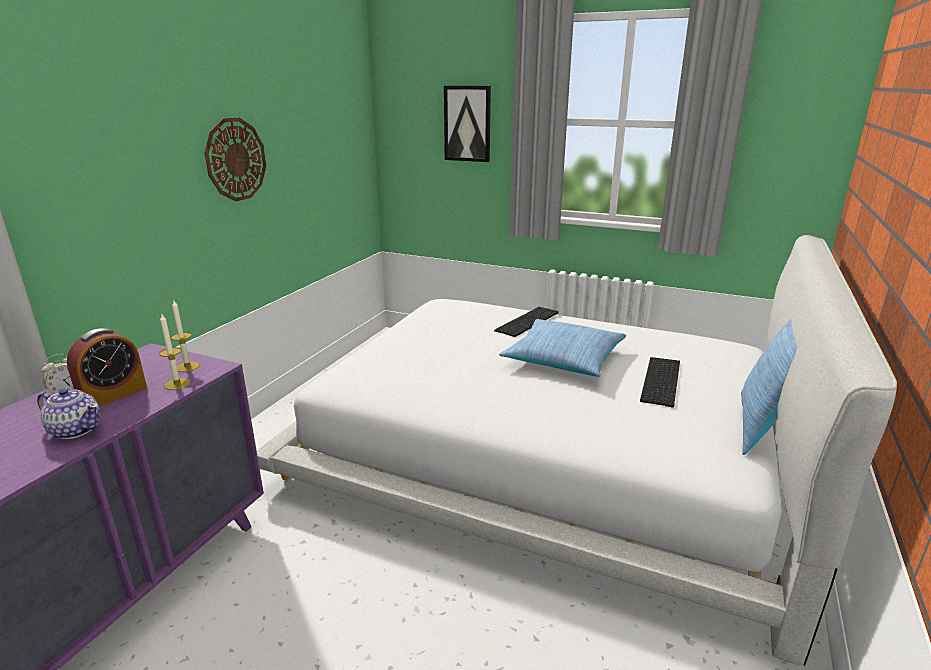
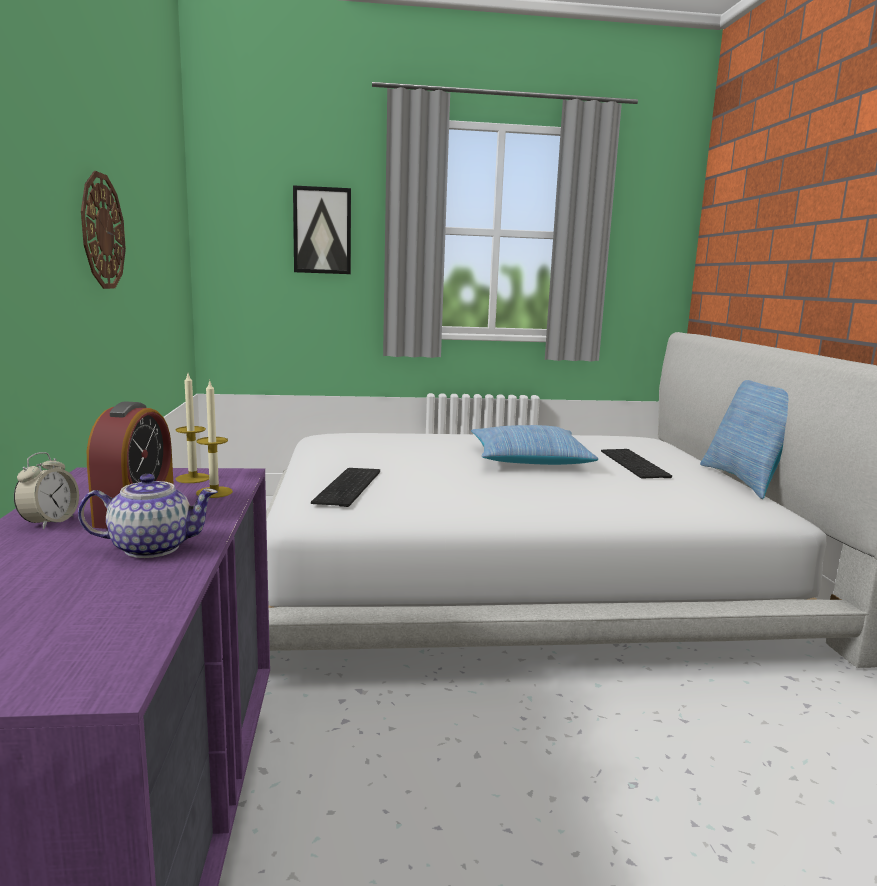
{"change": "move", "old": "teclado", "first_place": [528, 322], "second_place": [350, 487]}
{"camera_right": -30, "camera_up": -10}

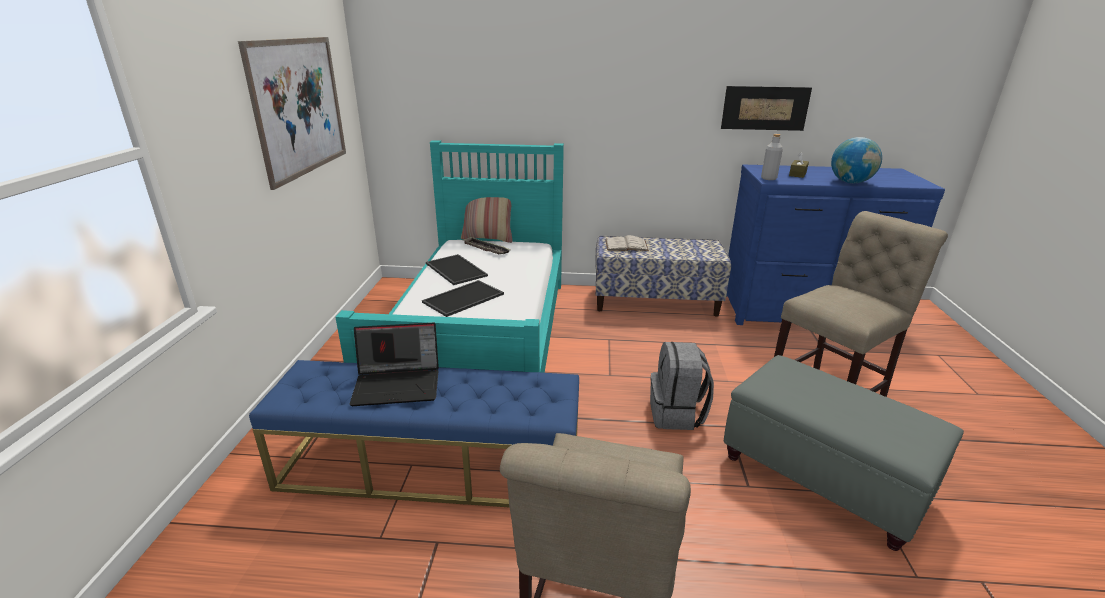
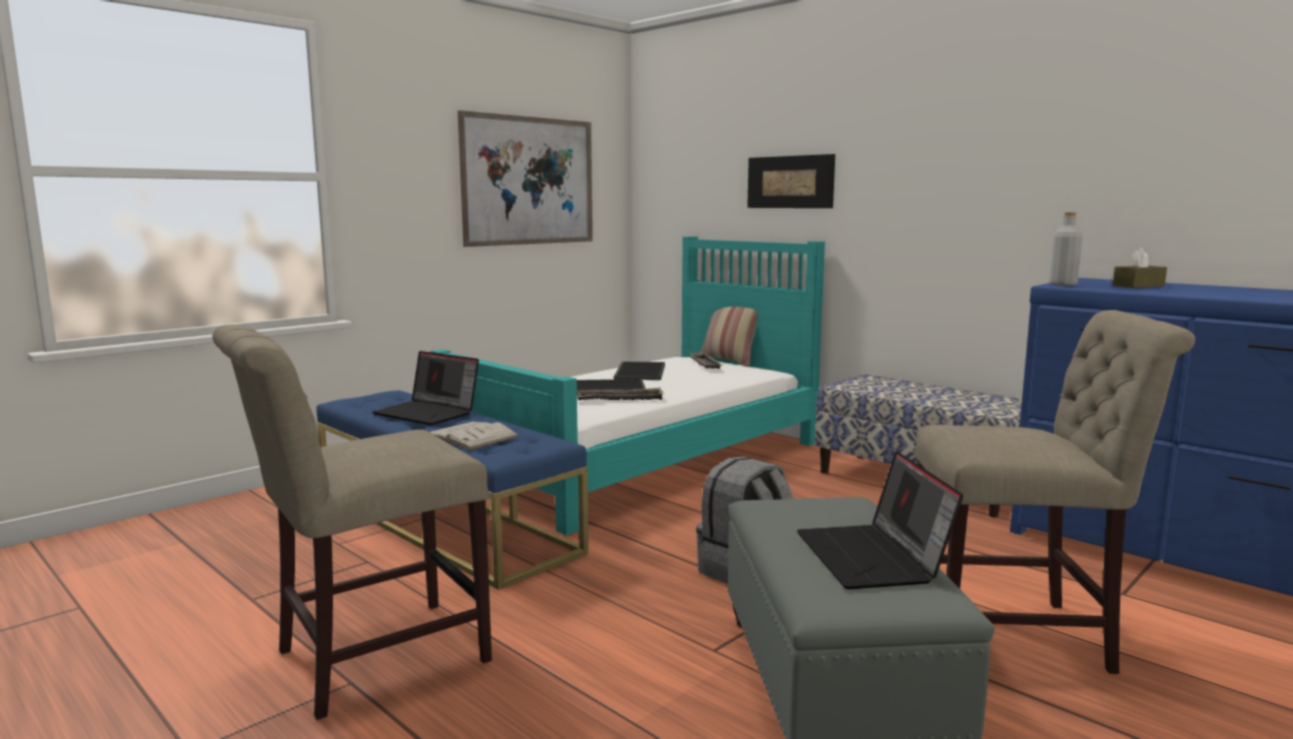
{"change": "move", "old": "cuadro", "first_place": [765, 108], "second_place": [790, 182]}
{"change": "delete", "old": "globo terráqueo", "first_place": [850, 182]}
{"change": "move", "old": "libro [blanco]", "first_place": [626, 245], "second_place": [471, 436]}
{"change": "insert", "new": "bandeja", "second_place": [619, 399]}
{"change": "insert", "new": "portátil", "second_place": [873, 558]}
{"camera_right": 40, "camera_up": -15}

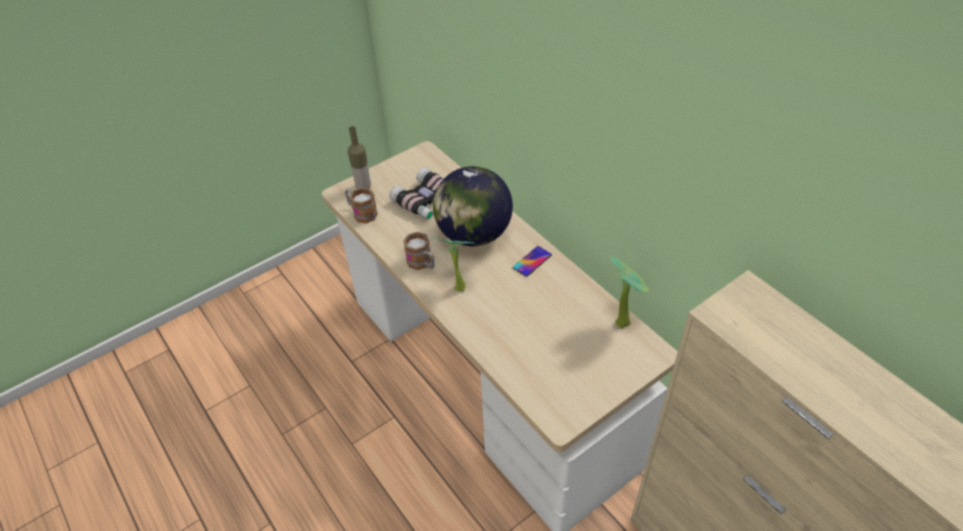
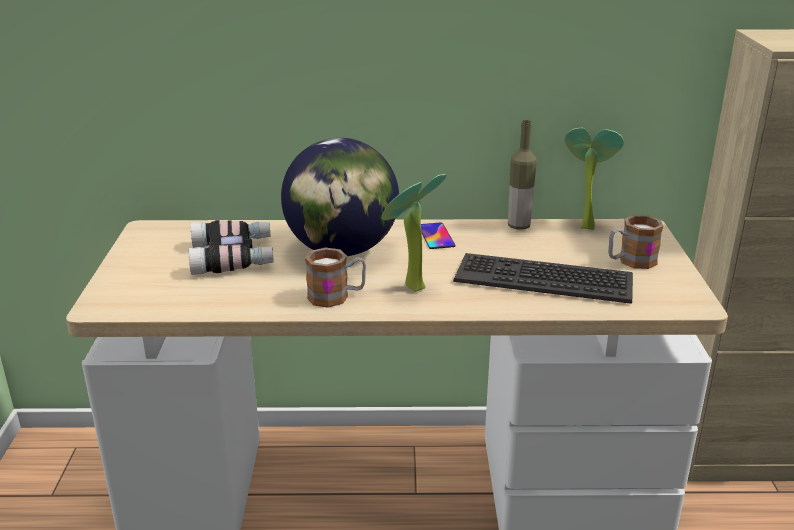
{"change": "move", "old": "botella", "first_place": [363, 186], "second_place": [518, 226]}
{"change": "move", "old": "taza grande", "first_place": [361, 213], "second_place": [630, 261]}
{"change": "insert", "new": "teclado", "second_place": [543, 279]}
{"camera_right": -55, "camera_up": -20}

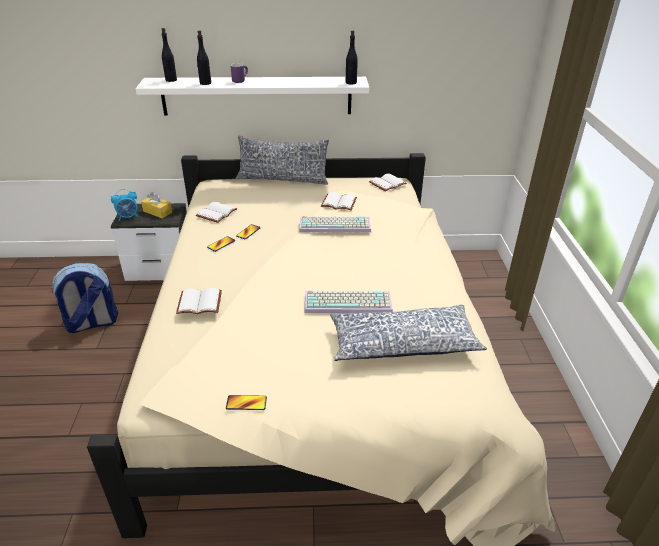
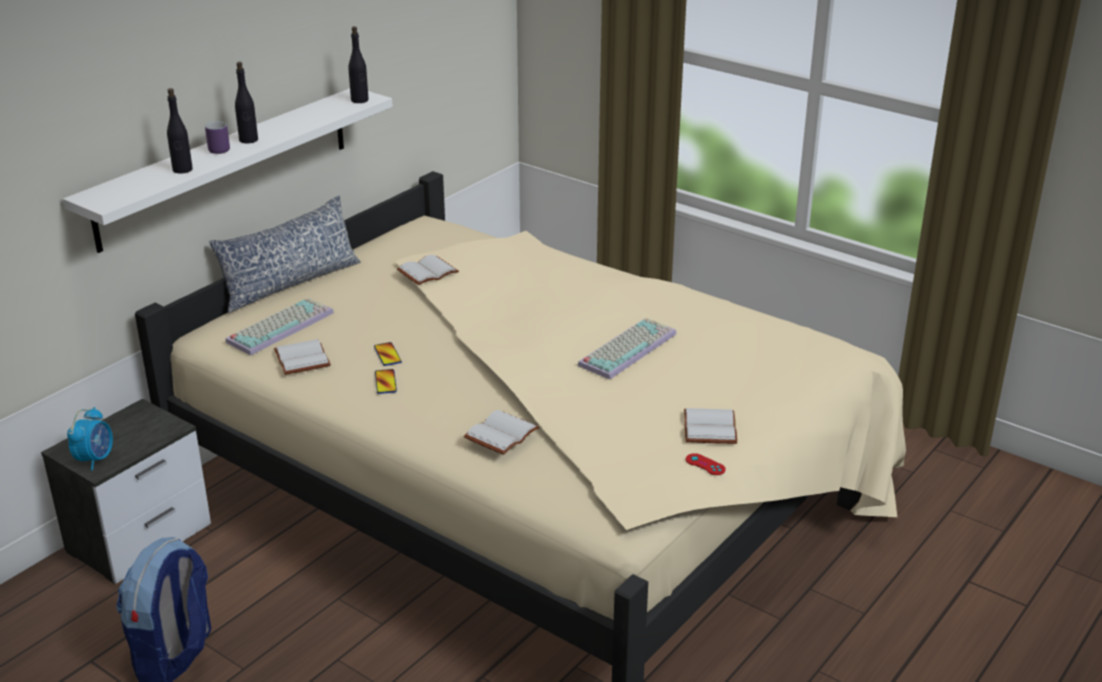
{"change": "move", "old": "botella [negro]", "first_place": [171, 80], "second_place": [248, 140]}
{"change": "move", "old": "libro [blanco]", "first_place": [388, 184], "second_place": [711, 428]}
{"change": "delete", "old": "caja de pañuelos [amarillo]", "first_place": [157, 212]}
{"change": "move", "old": "teclado", "first_place": [336, 224], "second_place": [280, 326]}
{"change": "delete", "old": "cojín", "first_place": [402, 343]}
{"change": "replace", "old": "móvil", "new": "mando de consola [rojo]", "first_place": [246, 403], "second_place": [705, 464]}
{"camera_right": -50, "camera_up": -5}

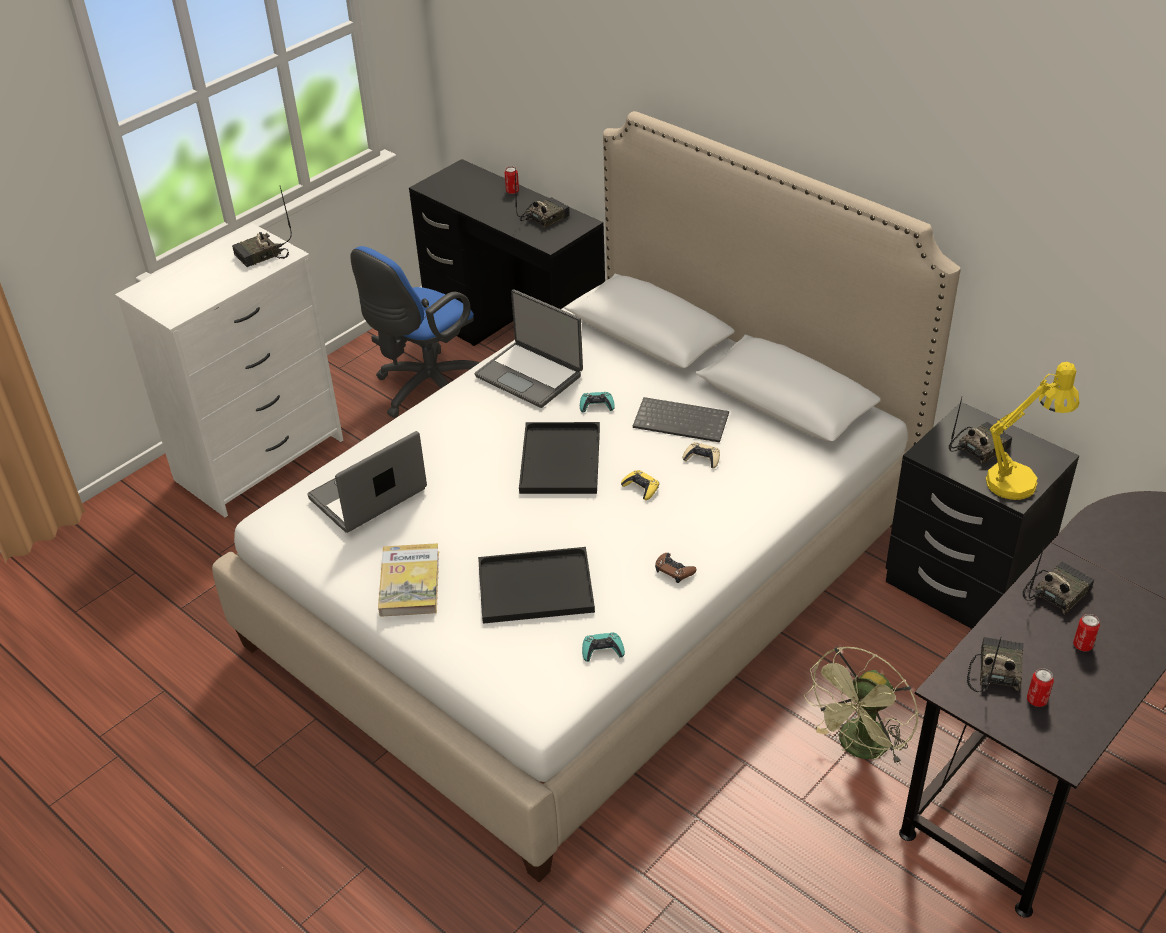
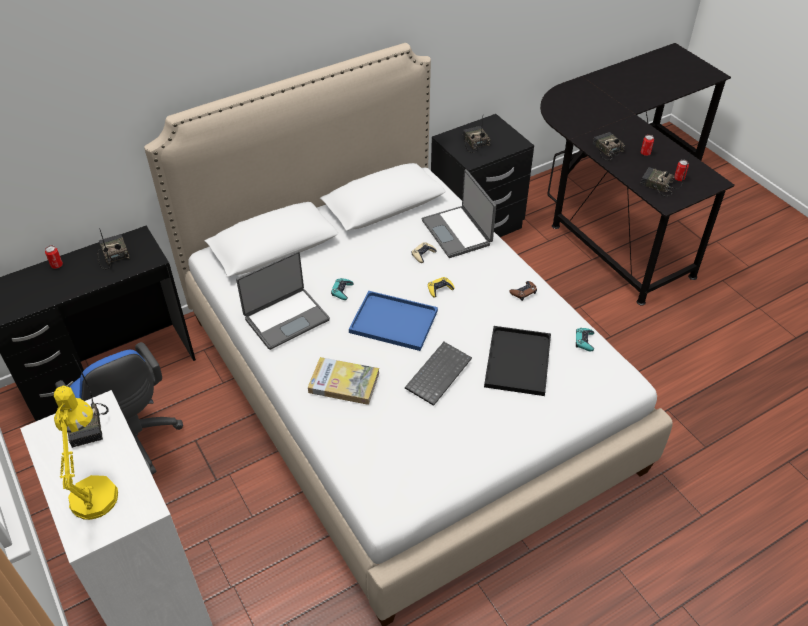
{"change": "move", "old": "lámpara de mesa [amarillo]", "first_place": [1020, 479], "second_place": [95, 489]}
{"change": "move", "old": "teclado", "first_place": [682, 421], "second_place": [438, 373]}
{"change": "recolor", "old": "bandeja [negro]", "new": "bandeja [azul]", "first_place": [559, 458], "second_place": [391, 322]}
{"change": "move", "old": "portátil", "first_place": [369, 495], "second_place": [457, 232]}
{"change": "move", "old": "libro", "first_place": [410, 583], "second_place": [344, 383]}
{"change": "delete", "old": "ventilador [verde]", "first_place": [860, 749]}
{"camera_right": -75, "camera_up": 5}

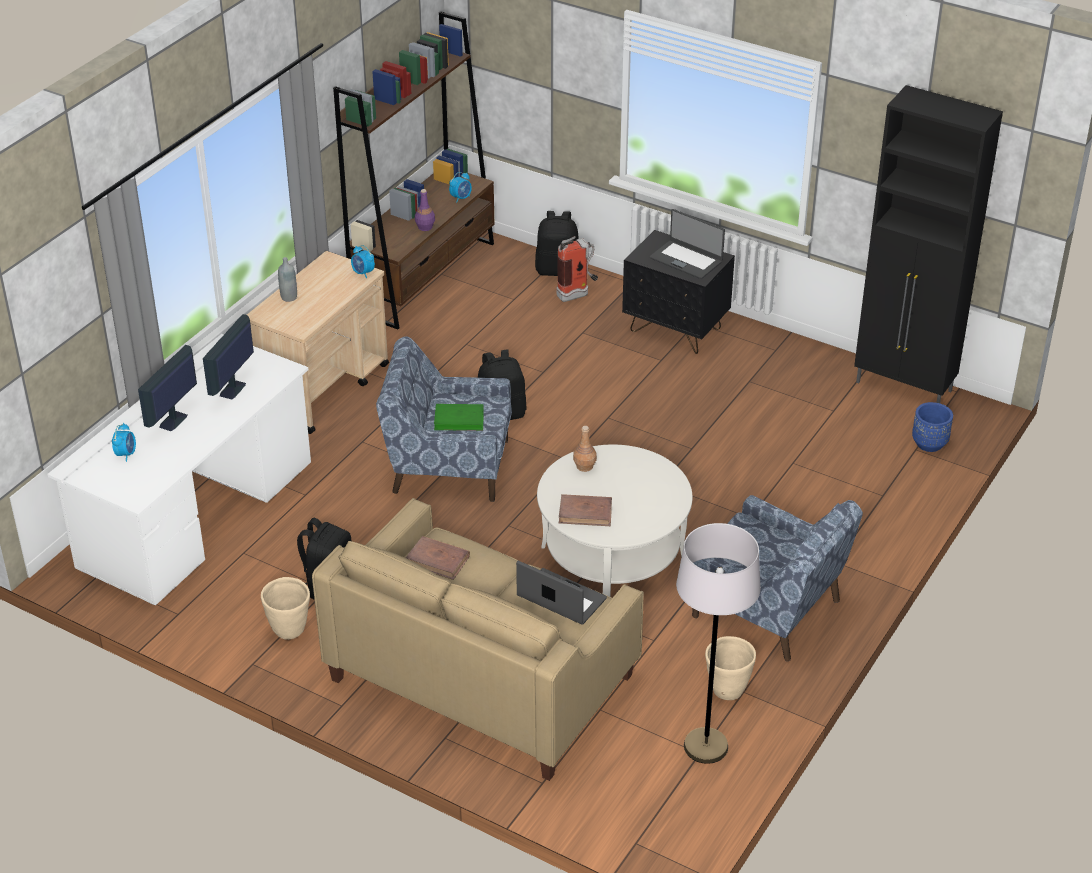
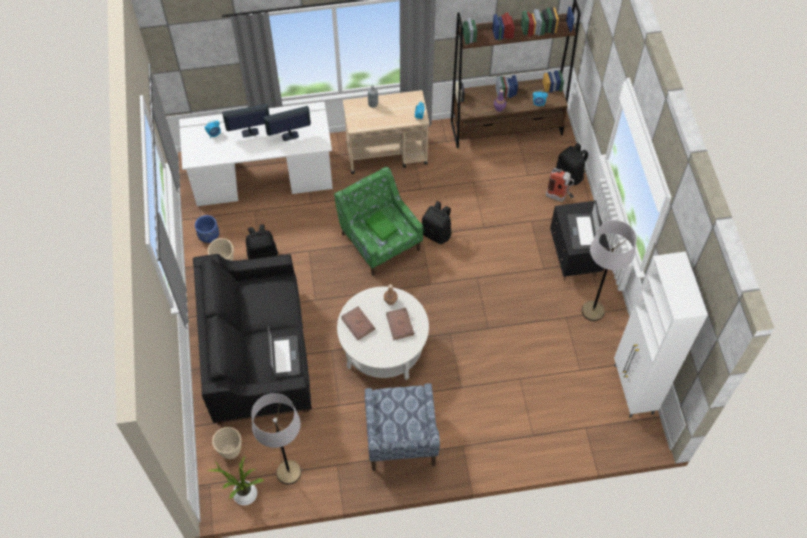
{"change": "recolor", "old": "armario [negro]", "new": "armario [blanco]", "first_place": [904, 387], "second_place": [633, 390]}
{"change": "recolor", "old": "sillón [azul]", "new": "sillón [verde]", "first_place": [448, 466], "second_place": [380, 240]}
{"change": "move", "old": "maceta [azul]", "first_place": [929, 444], "second_place": [209, 236]}
{"change": "recolor", "old": "sofá [beis]", "new": "sofá [negro]", "first_place": [482, 677], "second_place": [257, 354]}
{"change": "move", "old": "libro [marrón]", "first_place": [438, 560], "second_place": [399, 325]}
{"change": "move", "old": "maceta [beis]", "first_place": [727, 690], "second_place": [230, 451]}
{"change": "insert", "new": "lámpara de pie [gris]", "second_place": [593, 311]}
{"change": "insert", "new": "planta en maceta", "second_place": [243, 494]}
{"camera_right": 50, "camera_up": 20}

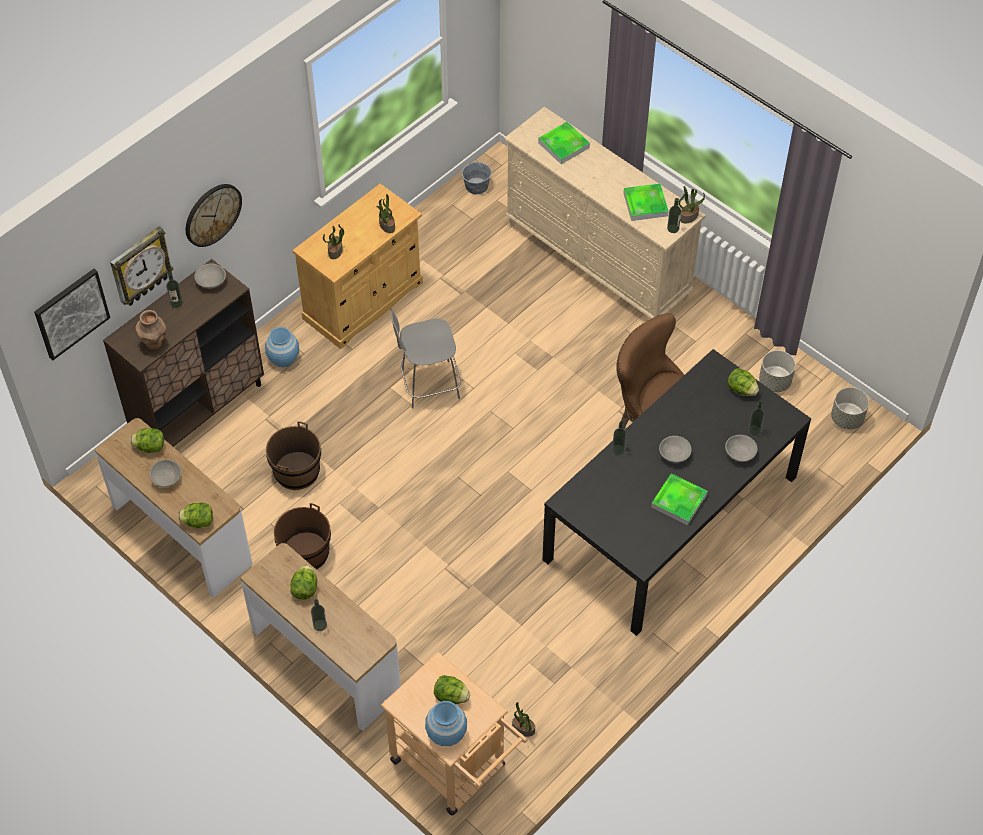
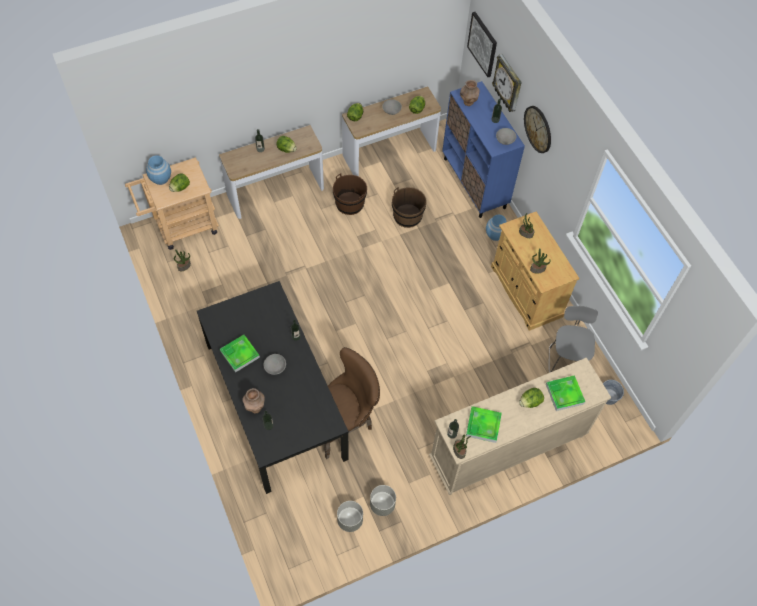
{"change": "recolor", "old": "armario [marrón]", "new": "armario [azul]", "first_place": [199, 409], "second_place": [474, 183]}
{"change": "move", "old": "taburete [gris]", "first_place": [428, 384], "second_place": [565, 365]}
{"change": "move", "old": "lechuga", "first_place": [741, 389], "second_place": [530, 402]}
{"change": "move", "old": "maceta [gris]", "first_place": [847, 419], "second_place": [382, 504]}
{"change": "replace", "old": "cuenco [gris]", "new": "florero [marrón]", "first_place": [740, 453], "second_place": [255, 407]}
{"camera_right": 110, "camera_up": 5}

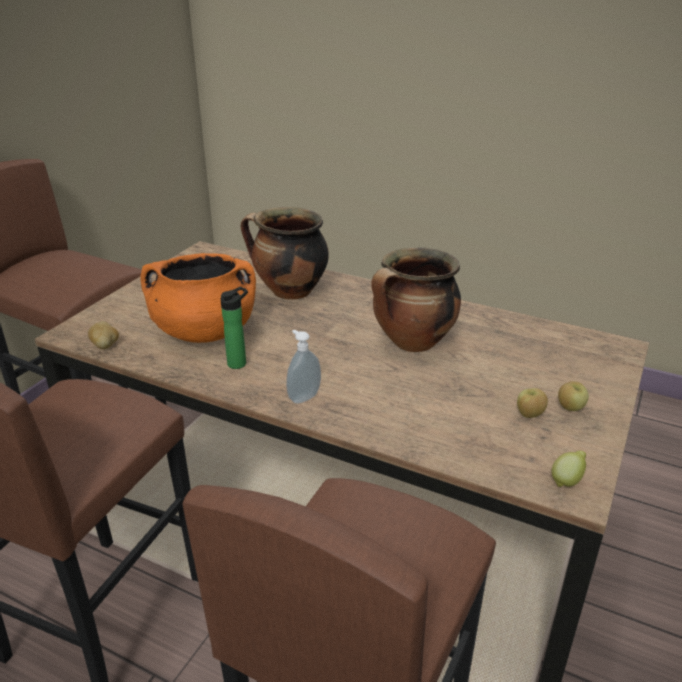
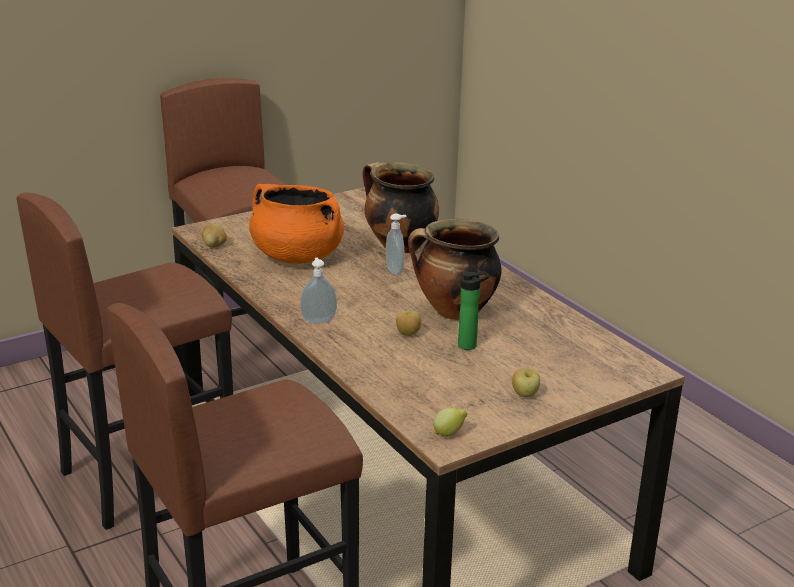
{"change": "move", "old": "botella", "first_place": [239, 362], "second_place": [470, 345]}
{"change": "move", "old": "manzana", "first_place": [529, 415], "second_place": [408, 334]}
{"change": "insert", "new": "dispensador de jabón", "second_place": [396, 271]}
{"camera_right": 30, "camera_up": -5}

